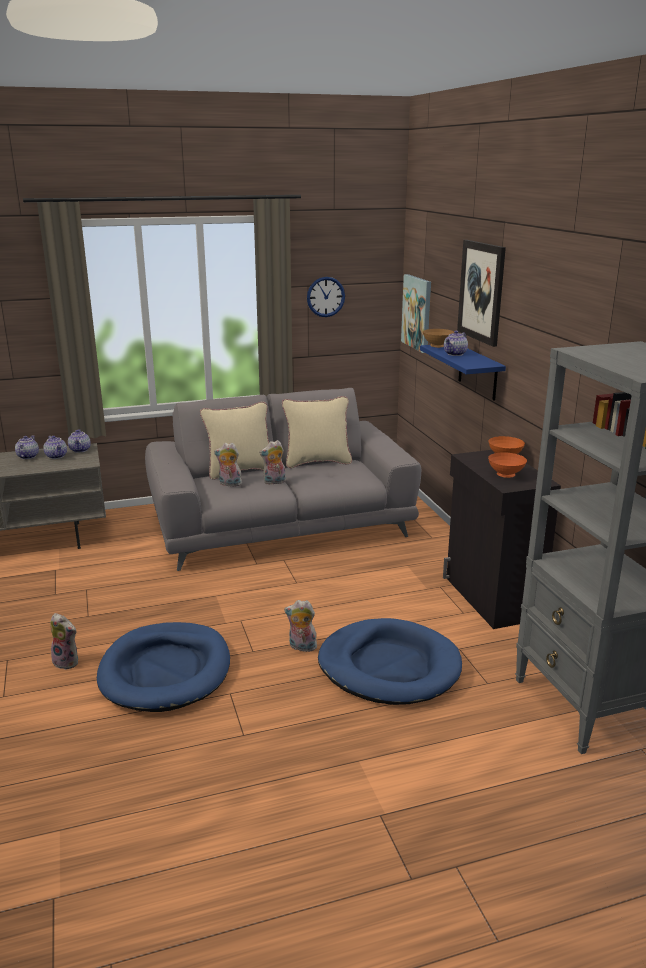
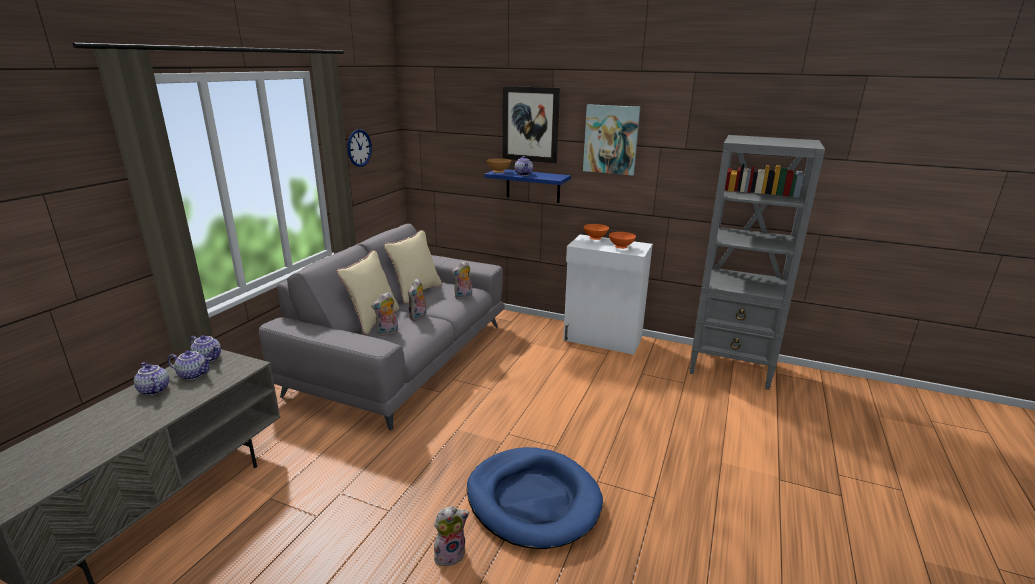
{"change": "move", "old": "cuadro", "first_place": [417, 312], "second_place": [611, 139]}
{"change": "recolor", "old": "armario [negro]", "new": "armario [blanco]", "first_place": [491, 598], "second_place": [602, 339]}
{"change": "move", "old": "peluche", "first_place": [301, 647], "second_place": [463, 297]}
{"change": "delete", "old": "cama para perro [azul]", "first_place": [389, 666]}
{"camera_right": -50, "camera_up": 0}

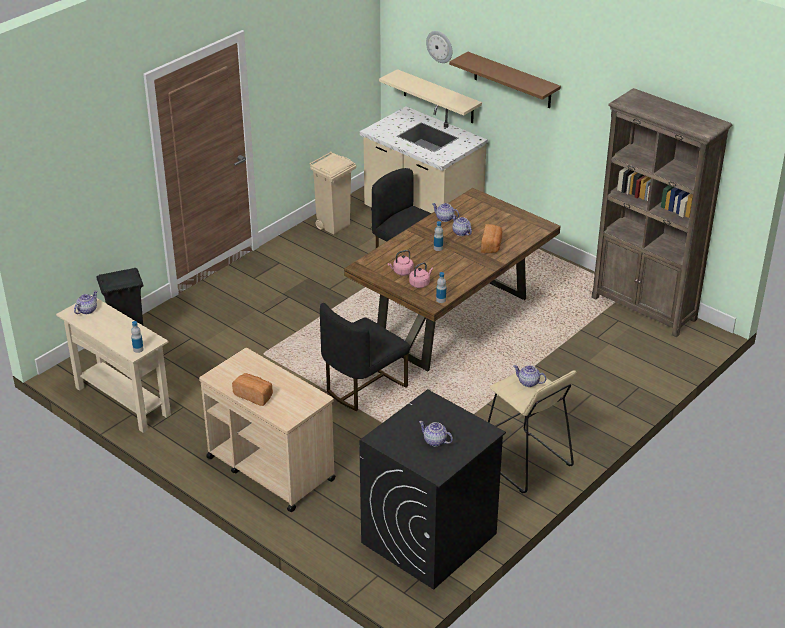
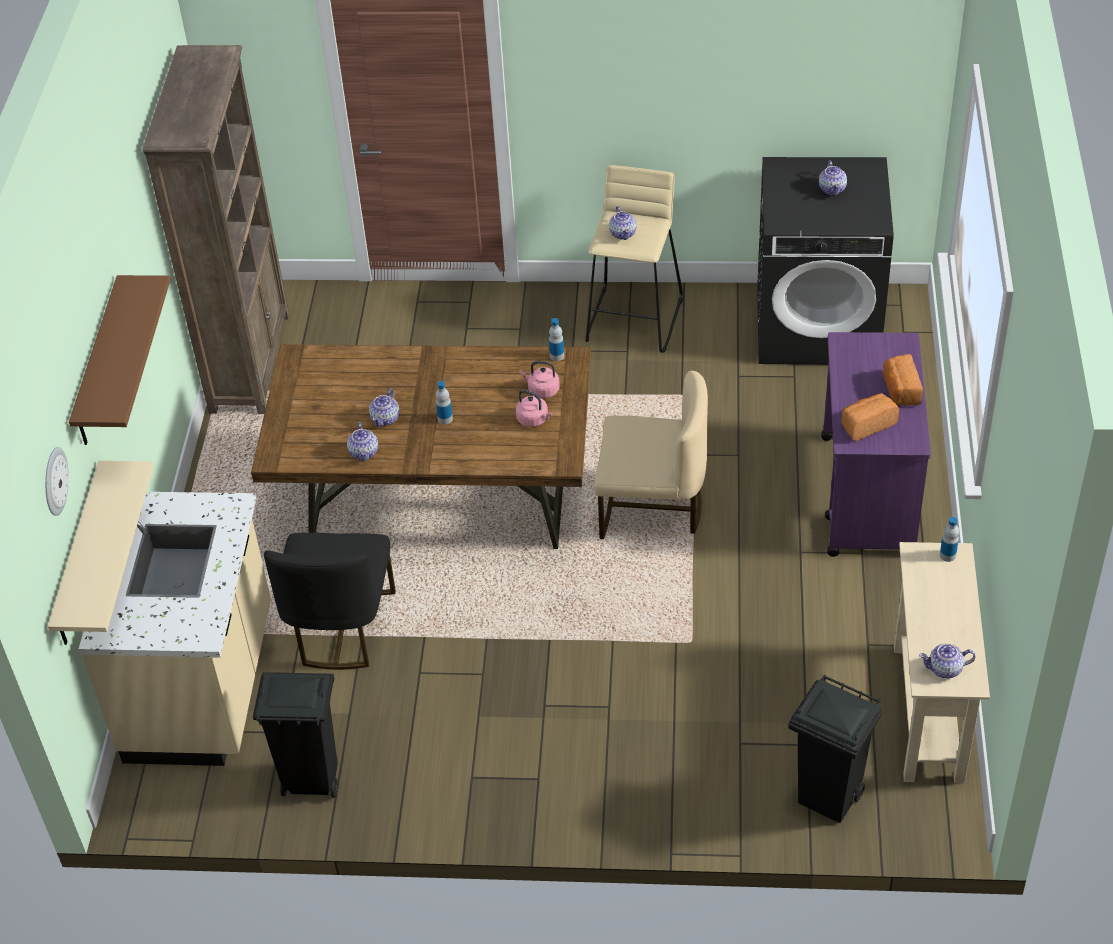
{"change": "recolor", "old": "papelera [beis]", "new": "papelera [negro]", "first_place": [334, 226], "second_place": [311, 780]}
{"change": "move", "old": "pan", "first_place": [491, 246], "second_place": [866, 425]}
{"change": "recolor", "old": "silla [negro]", "new": "silla [beis]", "first_place": [363, 387], "second_place": [651, 508]}
{"change": "recolor", "old": "carrito [beis]", "new": "carrito [morado]", "first_place": [270, 468], "second_place": [867, 496]}
{"camera_right": -125, "camera_up": 10}

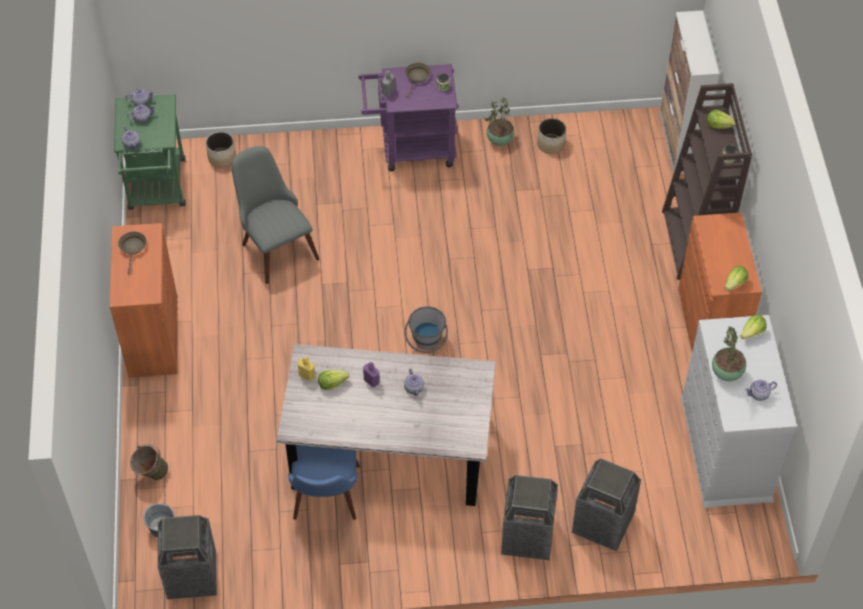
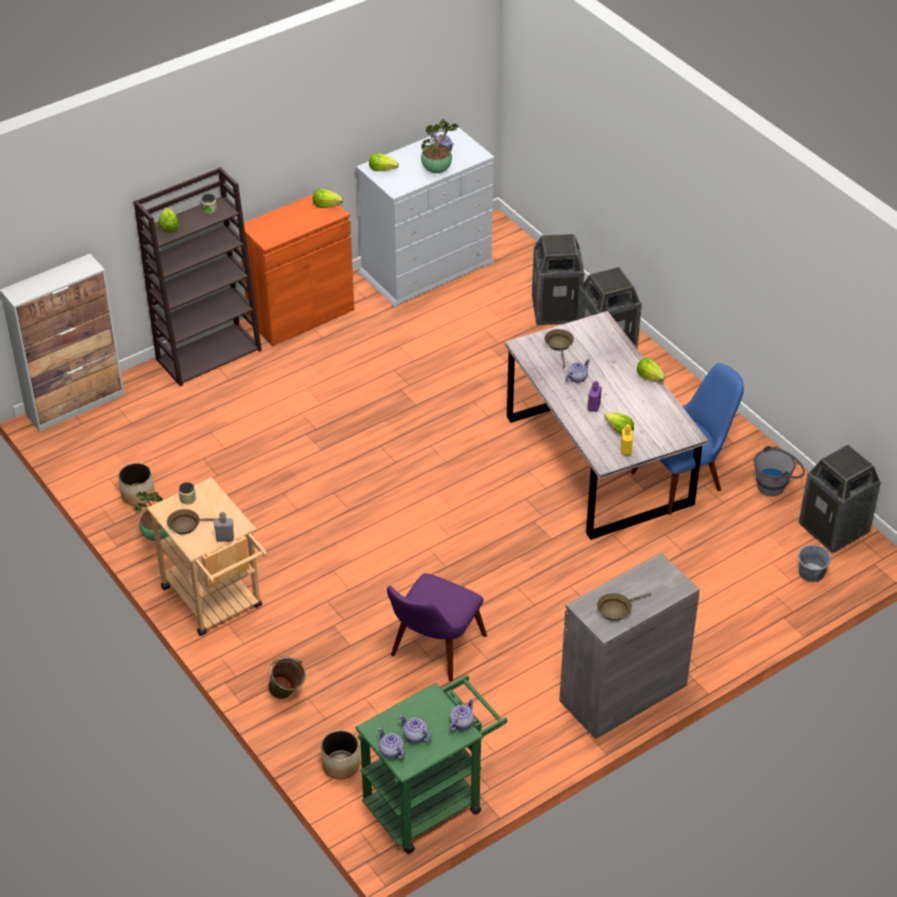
{"change": "recolor", "old": "carrito [morado]", "new": "carrito [beis]", "first_place": [411, 149], "second_place": [216, 602]}
{"change": "recolor", "old": "silla [gris]", "new": "silla [morado]", "first_place": [274, 245], "second_place": [432, 653]}
{"change": "recolor", "old": "armario [naranja]", "new": "armario [gris]", "first_place": [153, 336], "second_place": [623, 693]}
{"change": "move", "old": "cubo [gris]", "first_place": [426, 344], "second_place": [776, 485]}
{"change": "move", "old": "cubo [verde]", "first_place": [151, 474], "second_place": [287, 695]}
{"change": "insert", "new": "sartén [marrón]", "second_place": [559, 345]}
{"change": "insert", "new": "lechuga", "second_place": [650, 377]}
{"camera_right": -120, "camera_up": -10}

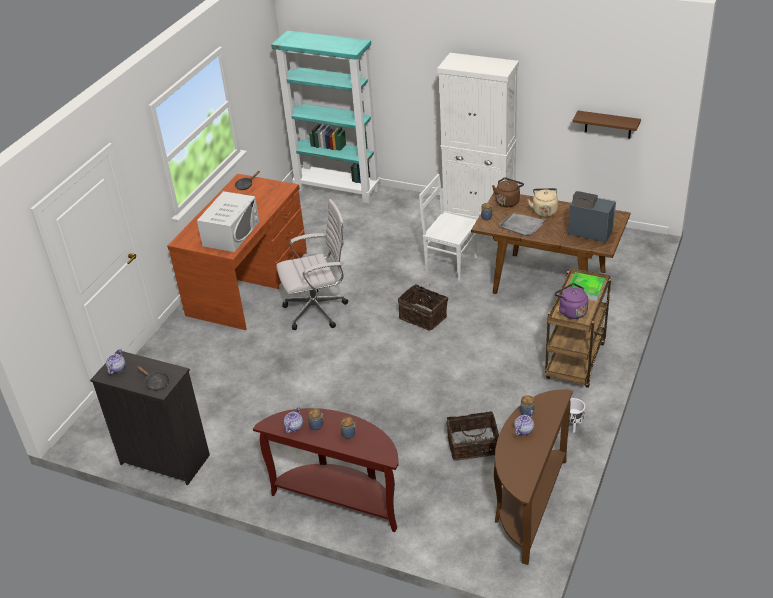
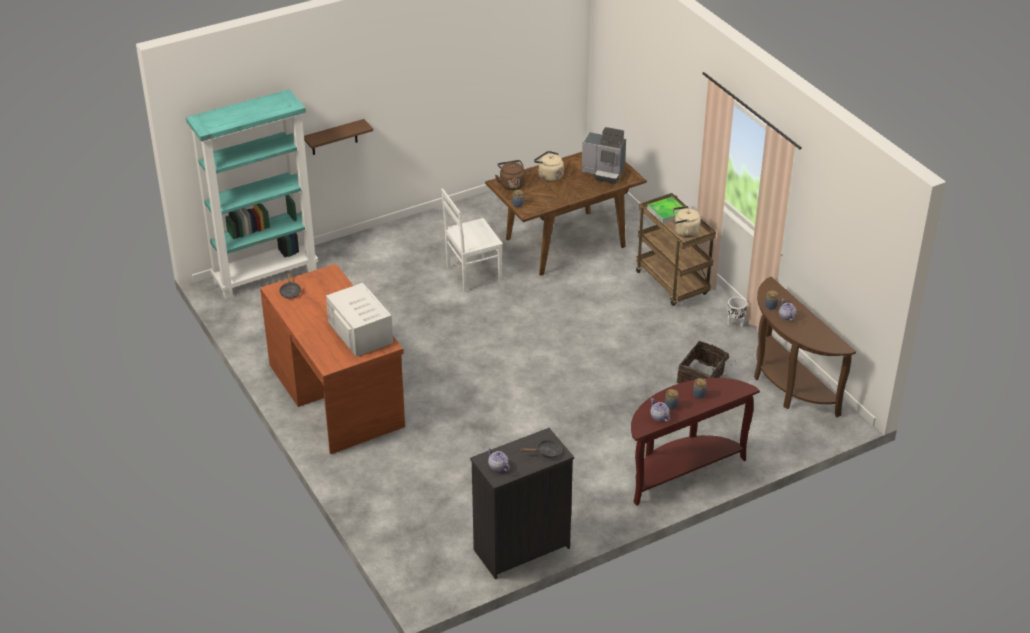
{"change": "delete", "old": "armario [blanco]", "first_place": [479, 213]}
{"change": "move", "old": "estante [marrón]", "first_place": [608, 124], "second_place": [334, 137]}
{"change": "rotate", "old": "cafetera", "first_place": [589, 231], "second_place": [604, 173], "degrees": -135}
{"change": "delete", "old": "silla de oficina [blanco]", "first_place": [318, 310]}
{"change": "delete", "old": "bandeja [gris]", "first_place": [522, 226]}
{"change": "recolor", "old": "hervidor [morado]", "new": "hervidor [beis]", "first_place": [571, 311], "second_place": [684, 232]}
{"change": "delete", "old": "cesta", "first_place": [423, 316]}
{"camera_right": -55, "camera_up": 0}

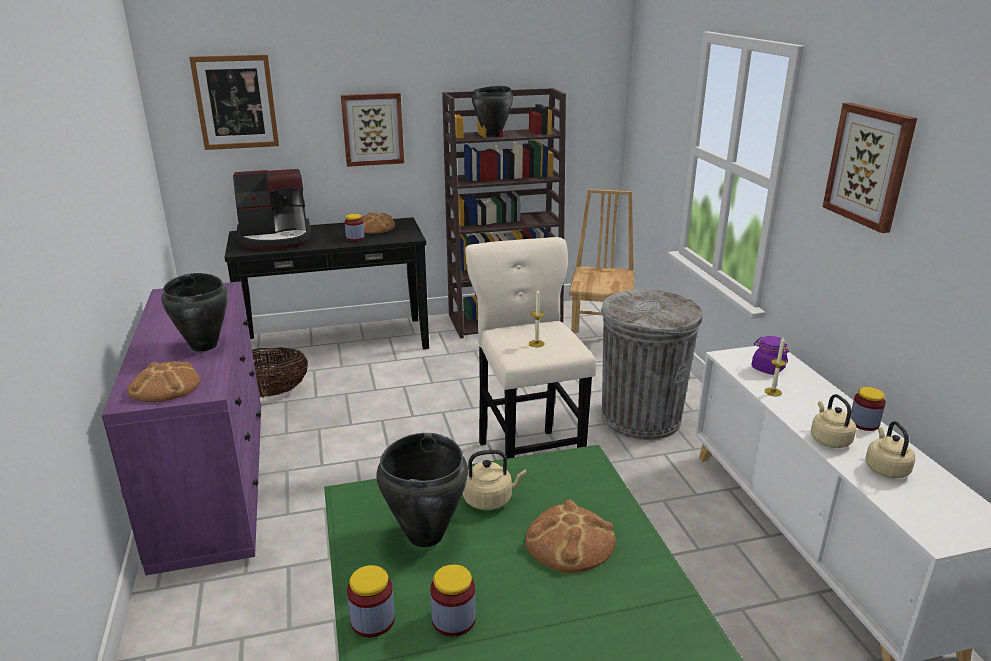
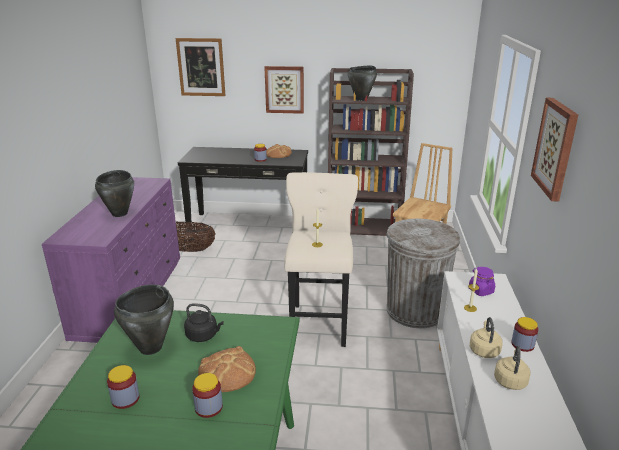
{"change": "delete", "old": "cafetera", "first_place": [276, 238]}
{"change": "delete", "old": "pan", "first_place": [164, 386]}
{"change": "recolor", "old": "hervidor [beis]", "new": "hervidor [negro]", "first_place": [490, 499], "second_place": [203, 336]}
{"change": "move", "old": "tarro", "first_place": [372, 620], "second_place": [208, 407]}
{"camera_right": 20, "camera_up": 0}

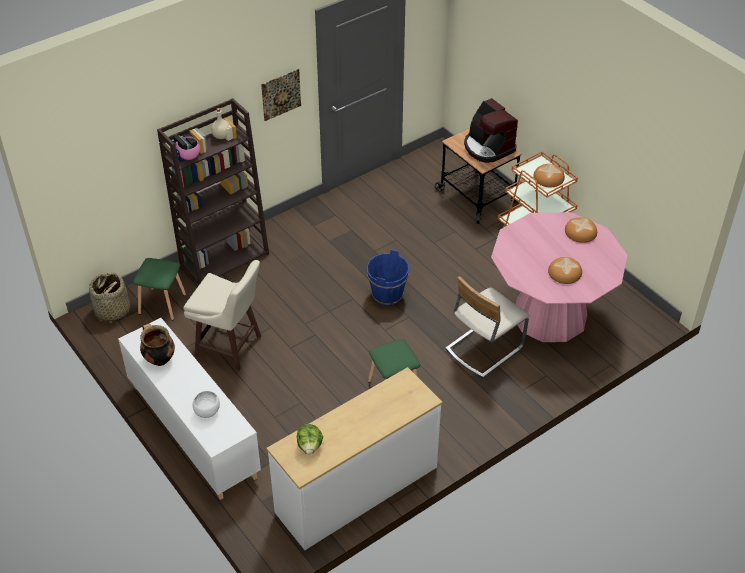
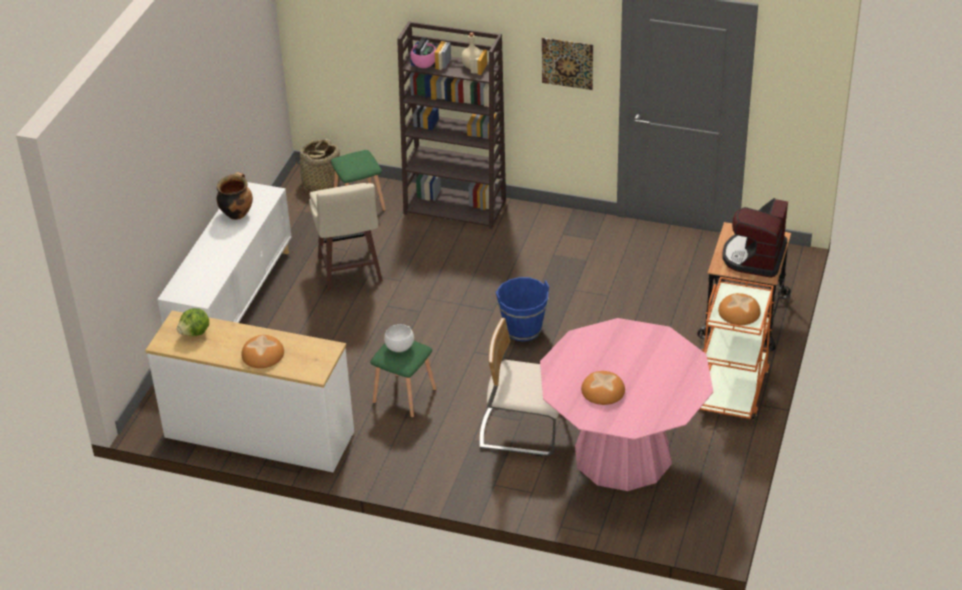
{"change": "move", "old": "pan", "first_place": [581, 232], "second_place": [262, 355]}
{"change": "move", "old": "cuenco [blanco]", "first_place": [207, 412], "second_place": [399, 347]}
{"camera_right": 55, "camera_up": -5}

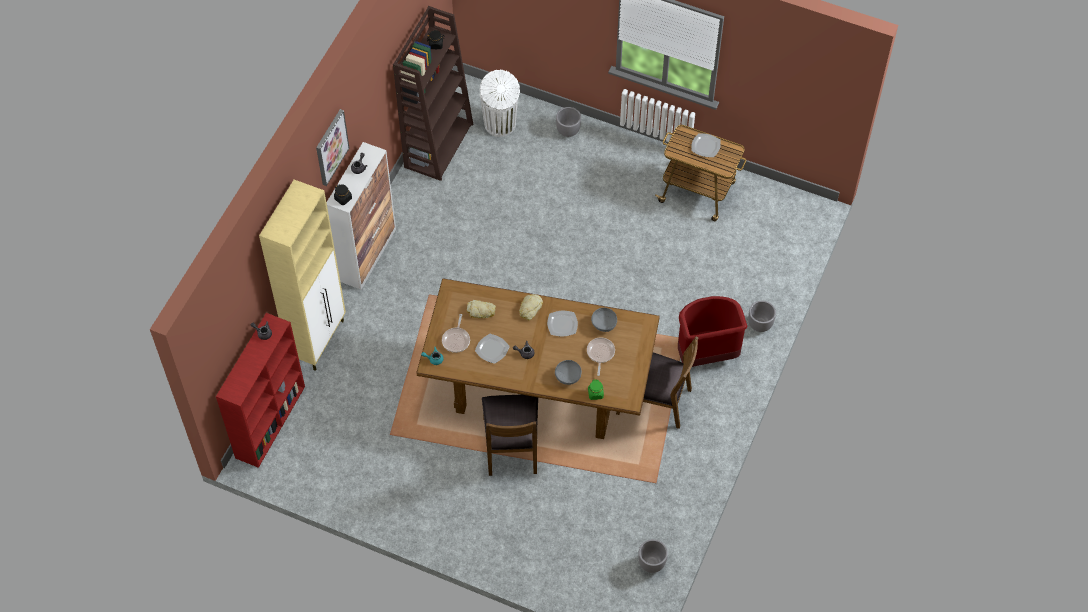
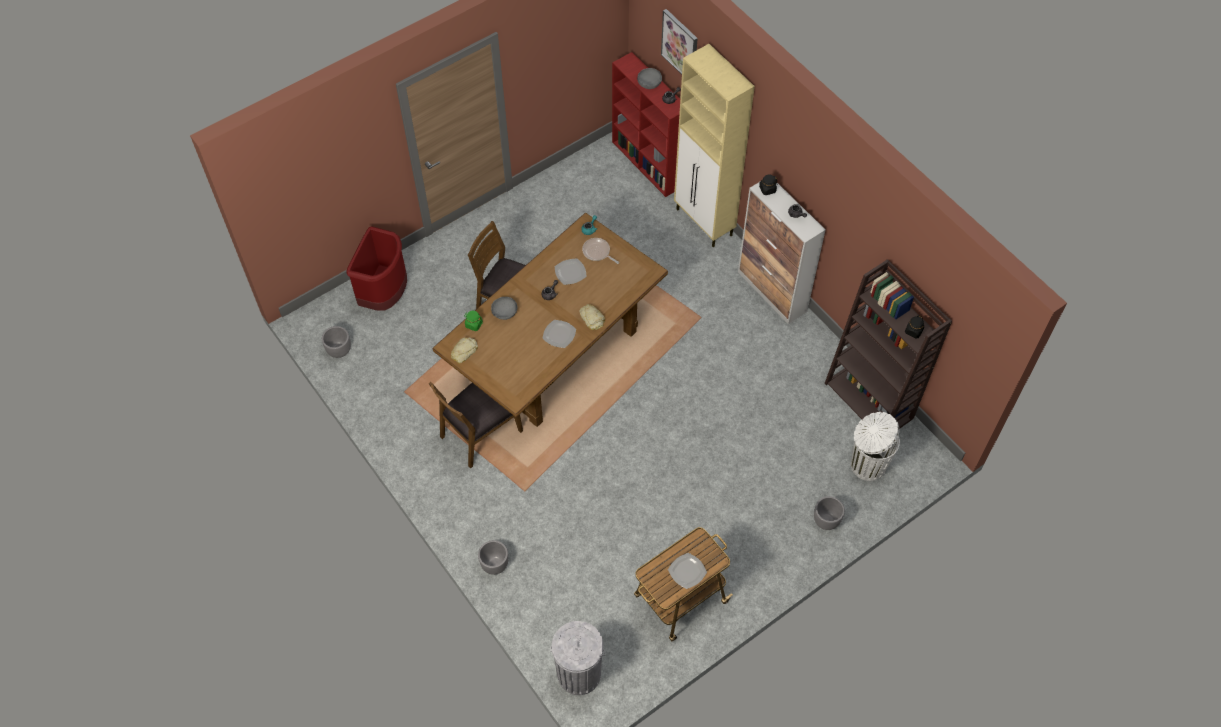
{"change": "move", "old": "cuadro", "first_place": [331, 147], "second_place": [680, 45]}
{"change": "move", "old": "papelera [rojo]", "first_place": [705, 354], "second_place": [385, 294]}
{"change": "move", "old": "pan", "first_place": [481, 311], "second_place": [464, 351]}
{"change": "move", "old": "cuenco [gris]", "first_place": [603, 324], "second_place": [649, 84]}
{"change": "delete", "old": "sartén", "first_place": [600, 353]}
{"change": "insert", "new": "papelera [gris]", "second_place": [579, 673]}
{"camera_right": 120, "camera_up": 0}

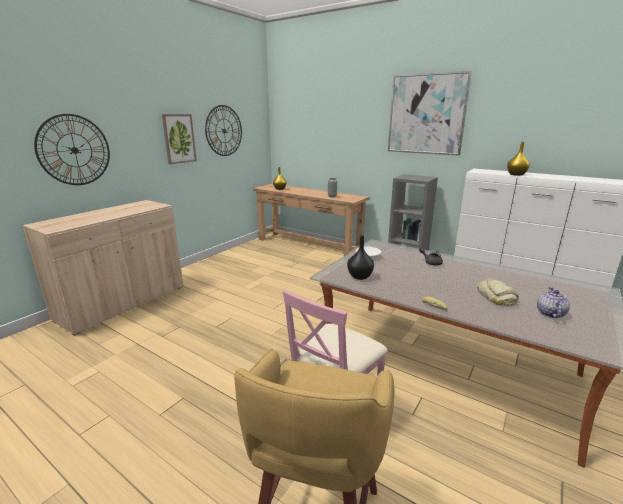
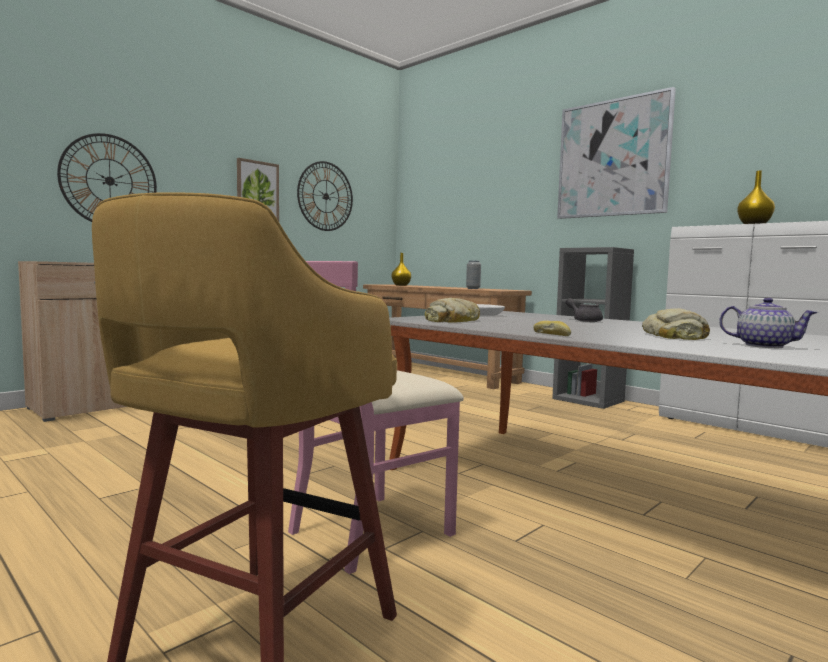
{"change": "replace", "old": "florero [negro]", "new": "pan", "first_place": [360, 276], "second_place": [453, 320]}
{"change": "rotate", "old": "tetera", "first_place": [550, 313], "second_place": [763, 346], "degrees": 90}
{"camera_right": 10, "camera_up": -15}

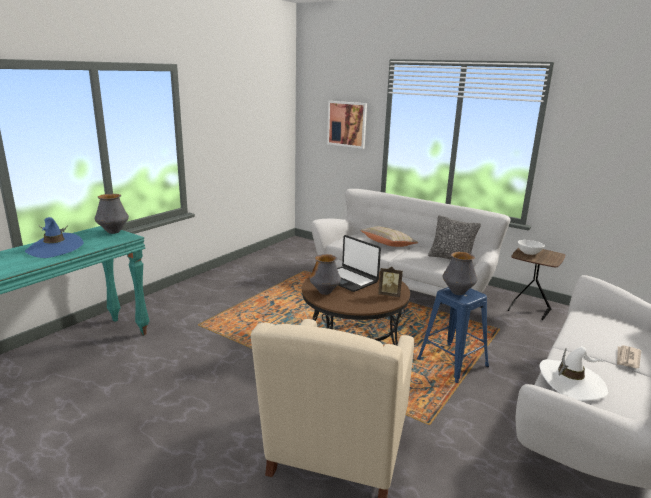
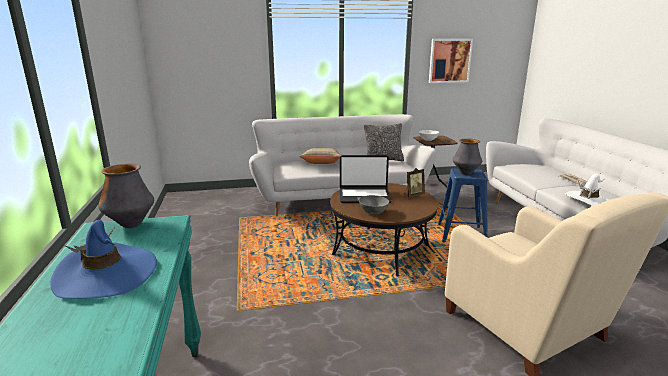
{"change": "move", "old": "cuadro", "first_place": [347, 124], "second_place": [449, 60]}
{"change": "replace", "old": "florero", "new": "cuenco [gris]", "first_place": [324, 292], "second_place": [373, 212]}
{"camera_right": -45, "camera_up": 0}

